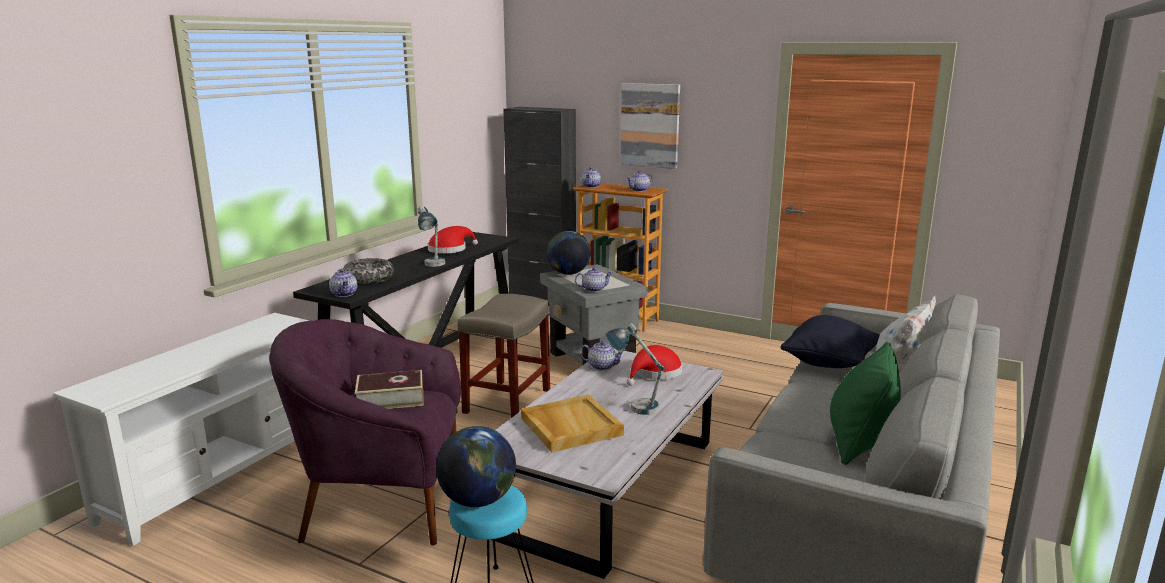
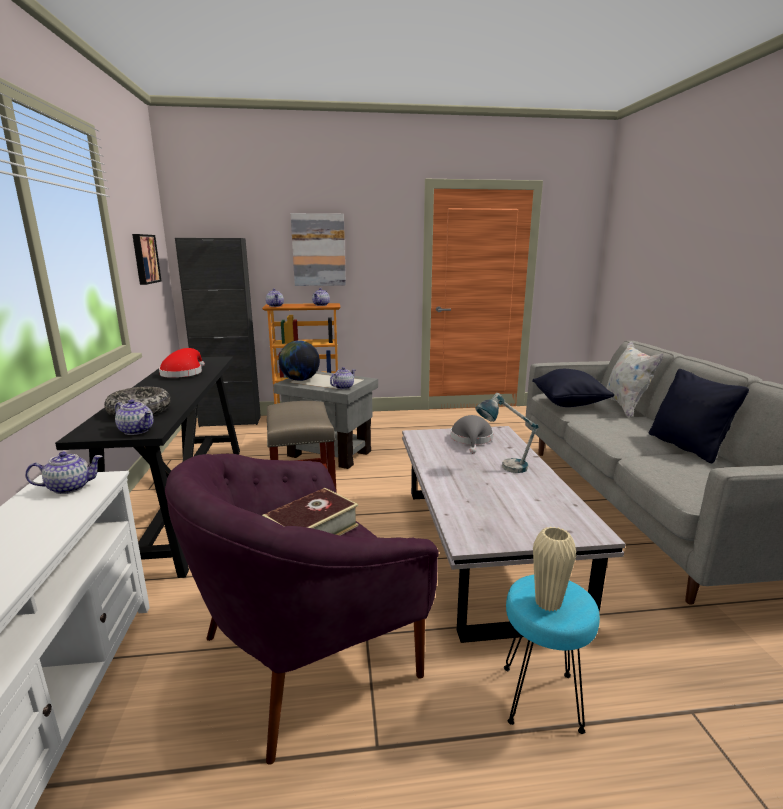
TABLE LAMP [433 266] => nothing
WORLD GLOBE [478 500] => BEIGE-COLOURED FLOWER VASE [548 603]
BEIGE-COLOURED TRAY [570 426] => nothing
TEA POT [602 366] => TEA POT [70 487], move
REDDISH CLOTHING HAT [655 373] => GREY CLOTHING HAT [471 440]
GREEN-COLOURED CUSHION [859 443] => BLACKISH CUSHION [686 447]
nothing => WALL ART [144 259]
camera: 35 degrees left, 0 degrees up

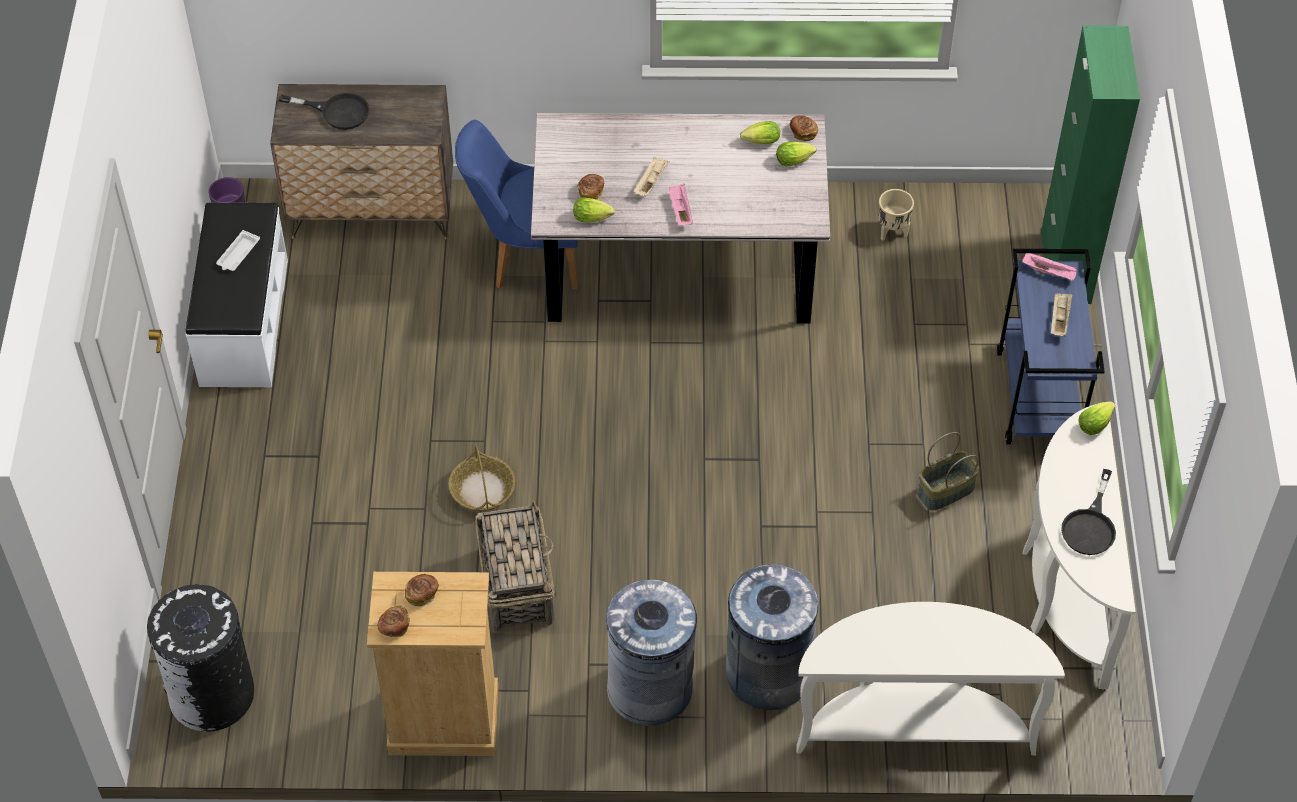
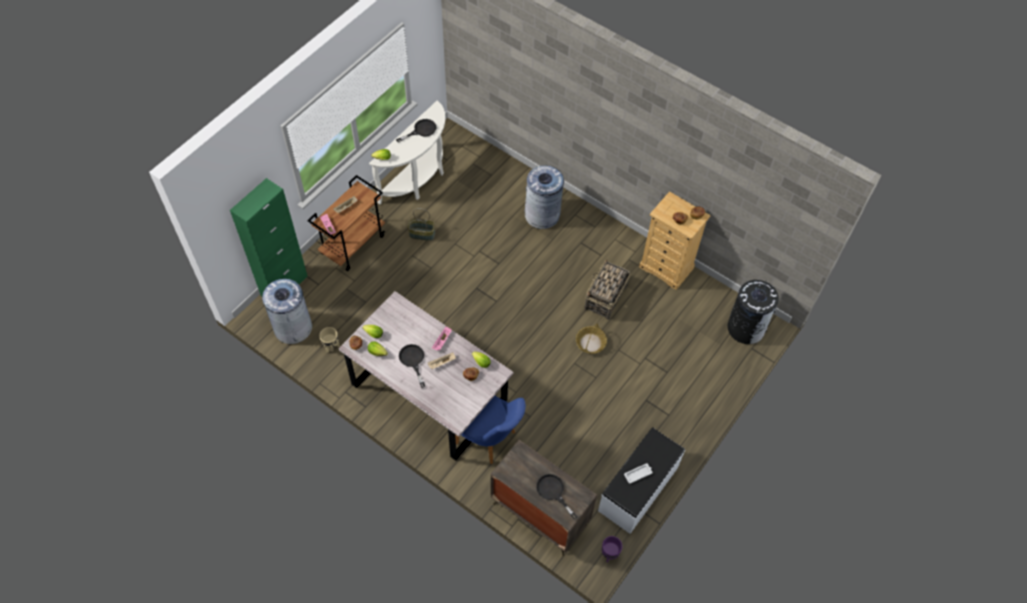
GREY WASTE BIN [650 689] => GREY WASTE BIN [293 327], move
WHITE-COLOURED NARROW TABLE [914 725] => nothing
BLUISH CART [1039 398] => BROWN CART [353 244]
nothing => BLACKISH FRYING PAN [413 361]
camera: 145 degrees left, 5 degrees up

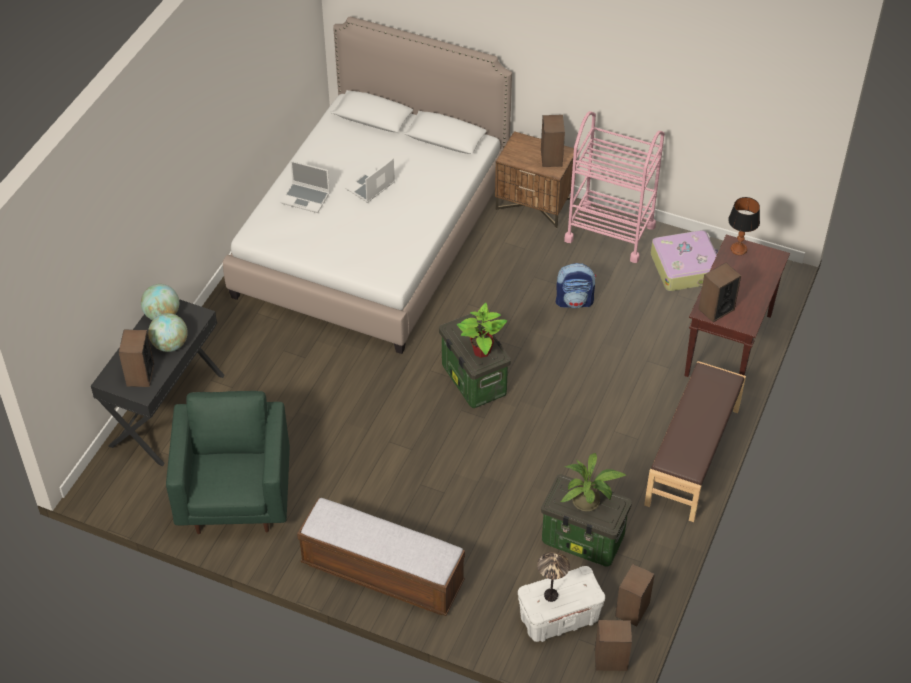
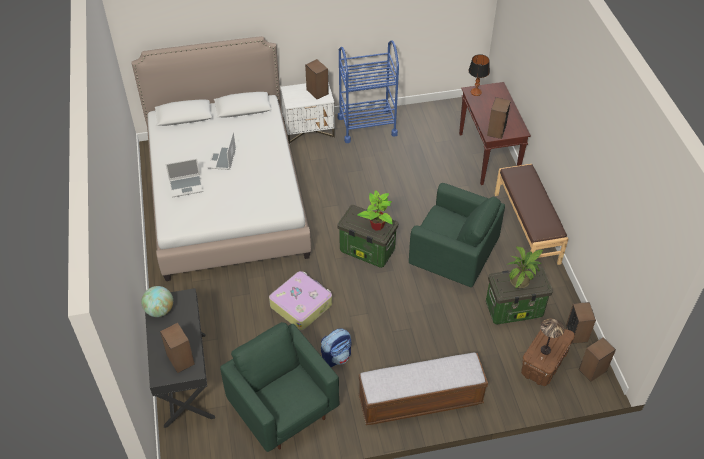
WORLD GLOBE [170 345] => nothing
BROWN BEDSIDE TABLE [534 204] => WHITE-COLOURED BEDSIDE TABLE [309 130]
WHITE-COLOURED STORAGE CONTAINER [558 618] => BROWN STORAGE CONTAINER [543 364]
RUCKSACK [574 301] => RUCKSACK [336 357], move
PINKISH CART [610 233] => BLUISH CART [367 126]
SUITCASE [685 267] => SUITCASE [301 305], move
nothing => GREEN-COLOURED LOUNGE CHAIR [452 259]
camera: 35 degrees left, 0 degrees up

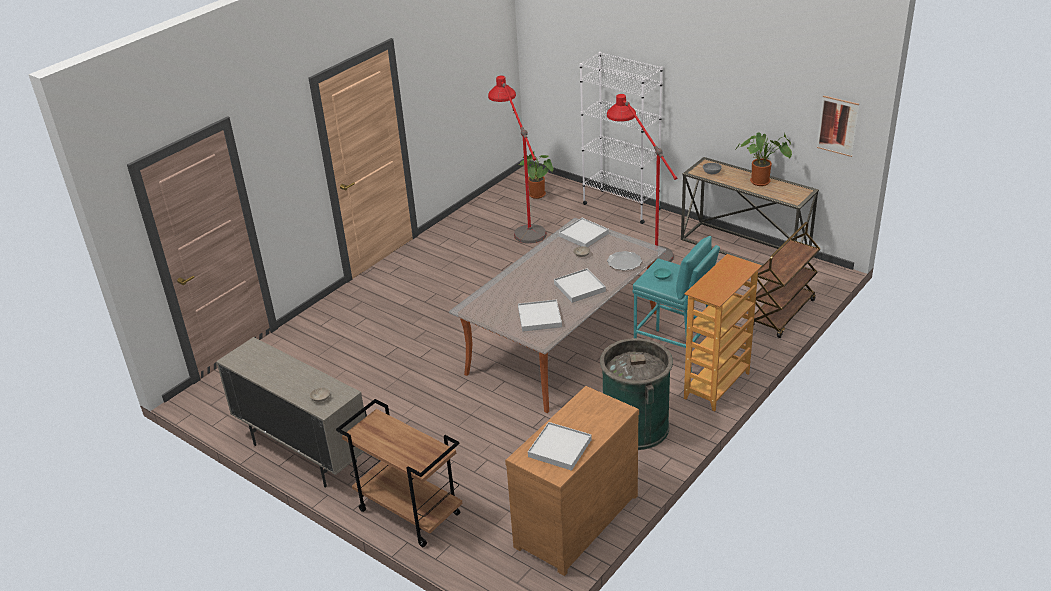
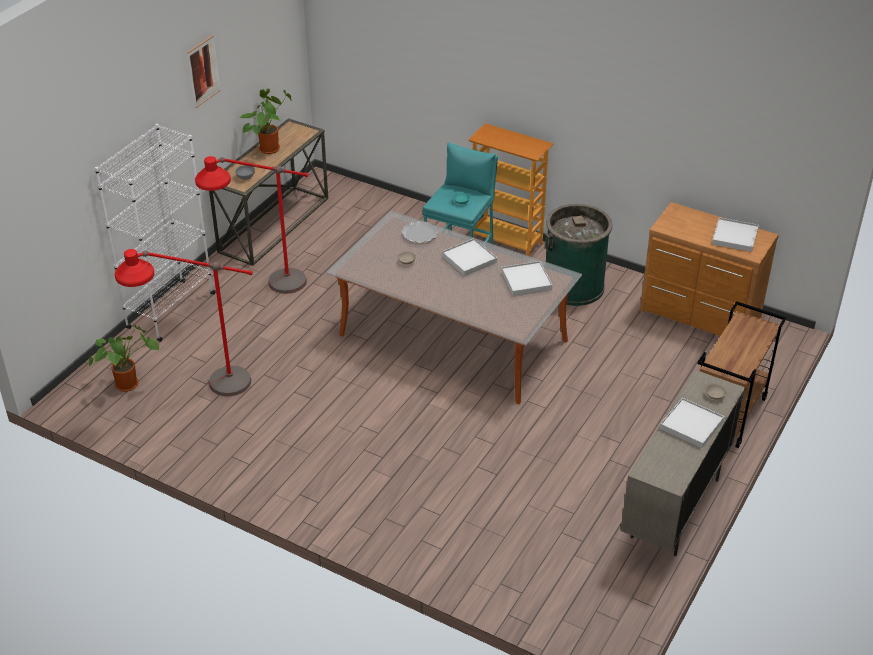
WHITE-COLOURED TRAY [583 235] => WHITE-COLOURED TRAY [691 425], move
BROWN CART [782 314] => nothing
WALL ART [837 126] => WALL ART [203 71], move
camera: 100 degrees left, 5 degrees up

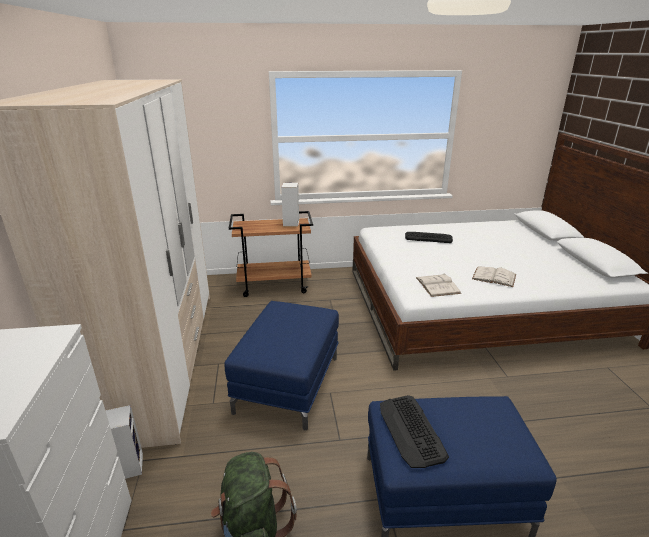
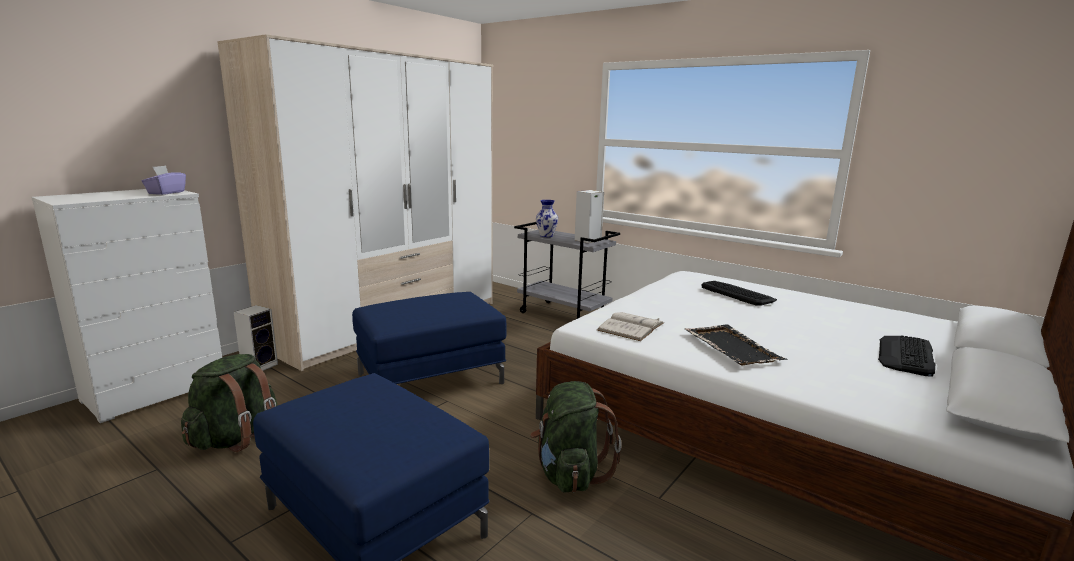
BROWN CART [275 285] => GREY CART [564 315]
KEYBOARD [411 430] => KEYBOARD [906 355], move
WHITE-COLOURED BOUND BOOK [494 277] => BLACKISH TRAY [731 347]
nothing => PURPLISH TISSUE HOLDER [166 193]
nothing => GREEN-COLOURED RUCKSACK [569 474]
nothing => FLOWER VASE [546 236]
camera: 45 degrees right, 10 degrees down

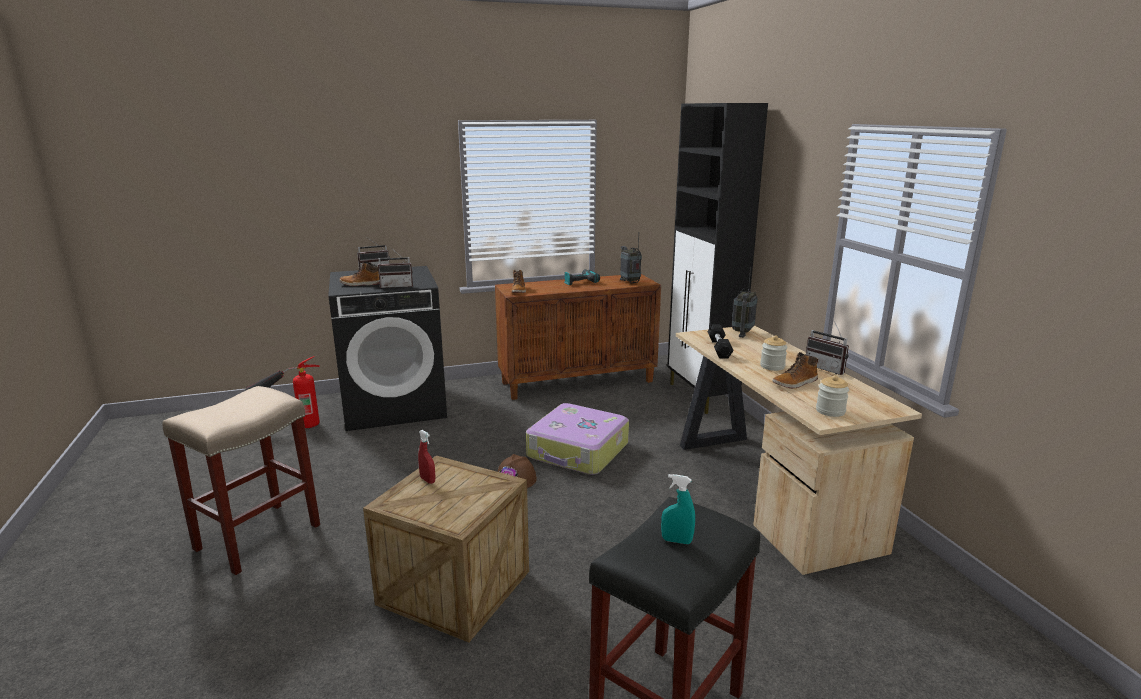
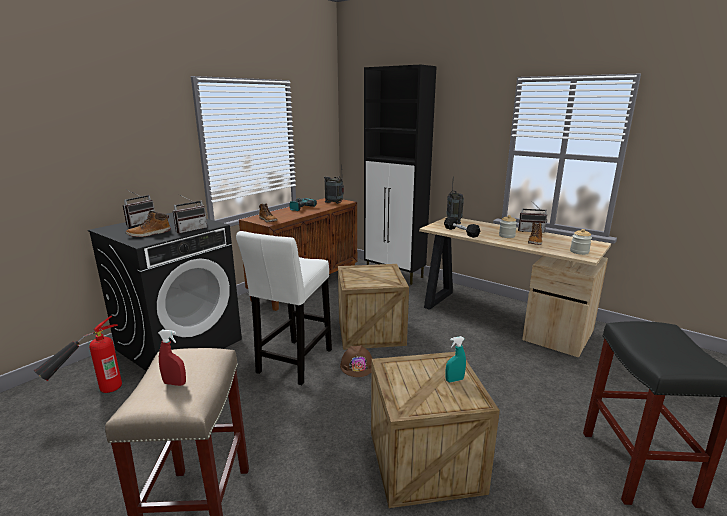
REDDISH SPRAY BOTTLE [427 480] => REDDISH SPRAY BOTTLE [175 383], move
SUITCASE [578 451] => CRATE [371 331]
TURQUOISE-COLOURED SPRAY BOTTLE [676 541] => TURQUOISE-COLOURED SPRAY BOTTLE [454 380], move
nothing => WHITE-COLOURED STOOL SEAT [293 363]
camera: 35 degrees left, 0 degrees up

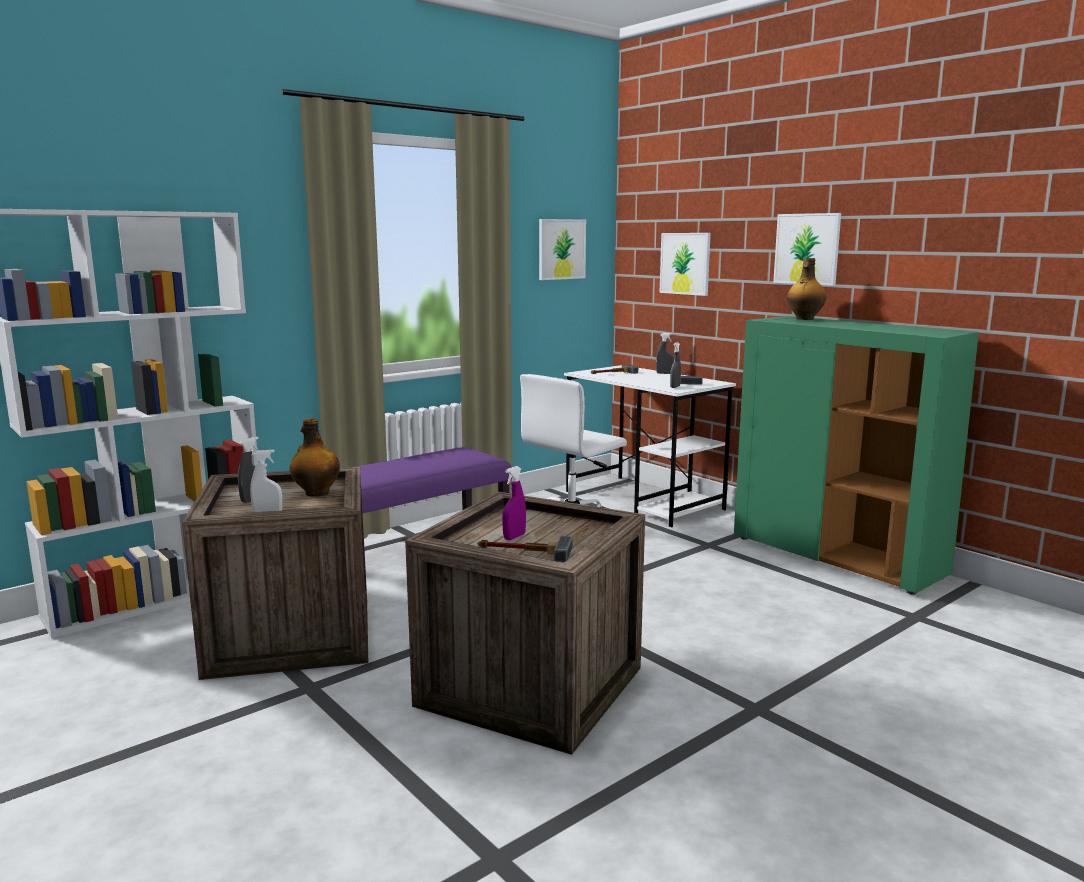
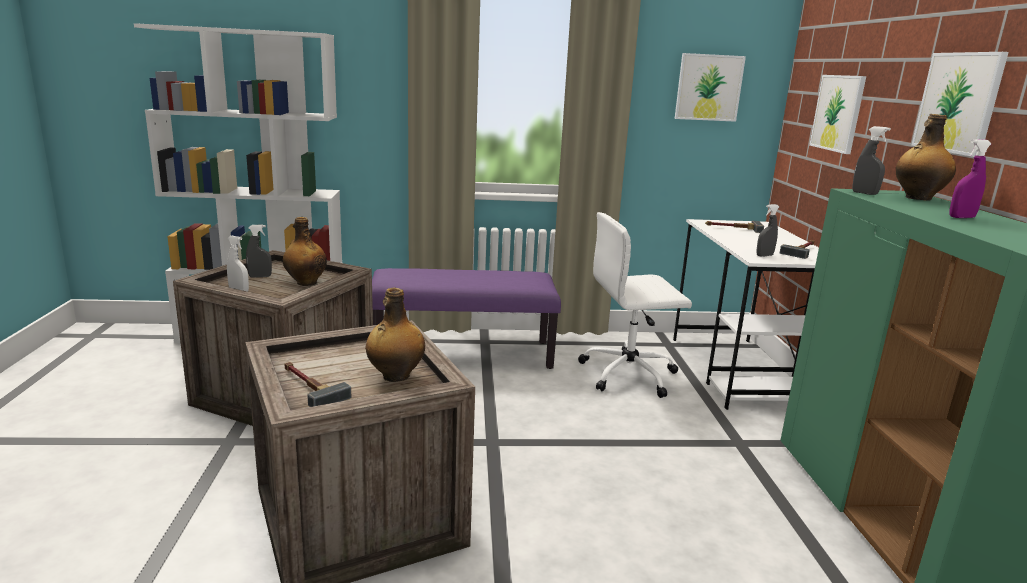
PURPLISH SPRAY BOTTLE [514 537] => PURPLISH SPRAY BOTTLE [961 217], move
GREY SPRAY BOTTLE [664 373] => GREY SPRAY BOTTLE [864 193], move
nothing => BEVERAGE BOTTLE [395 376]
camera: 35 degrees right, 5 degrees up

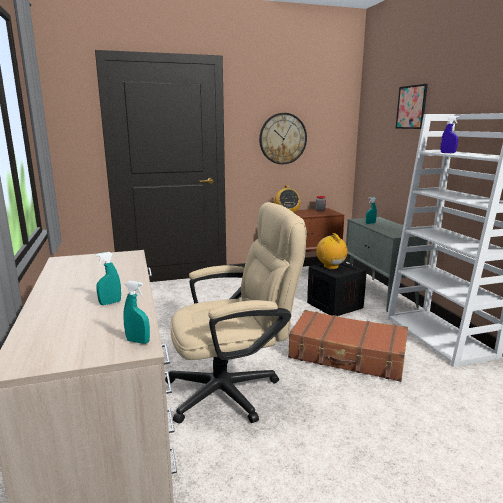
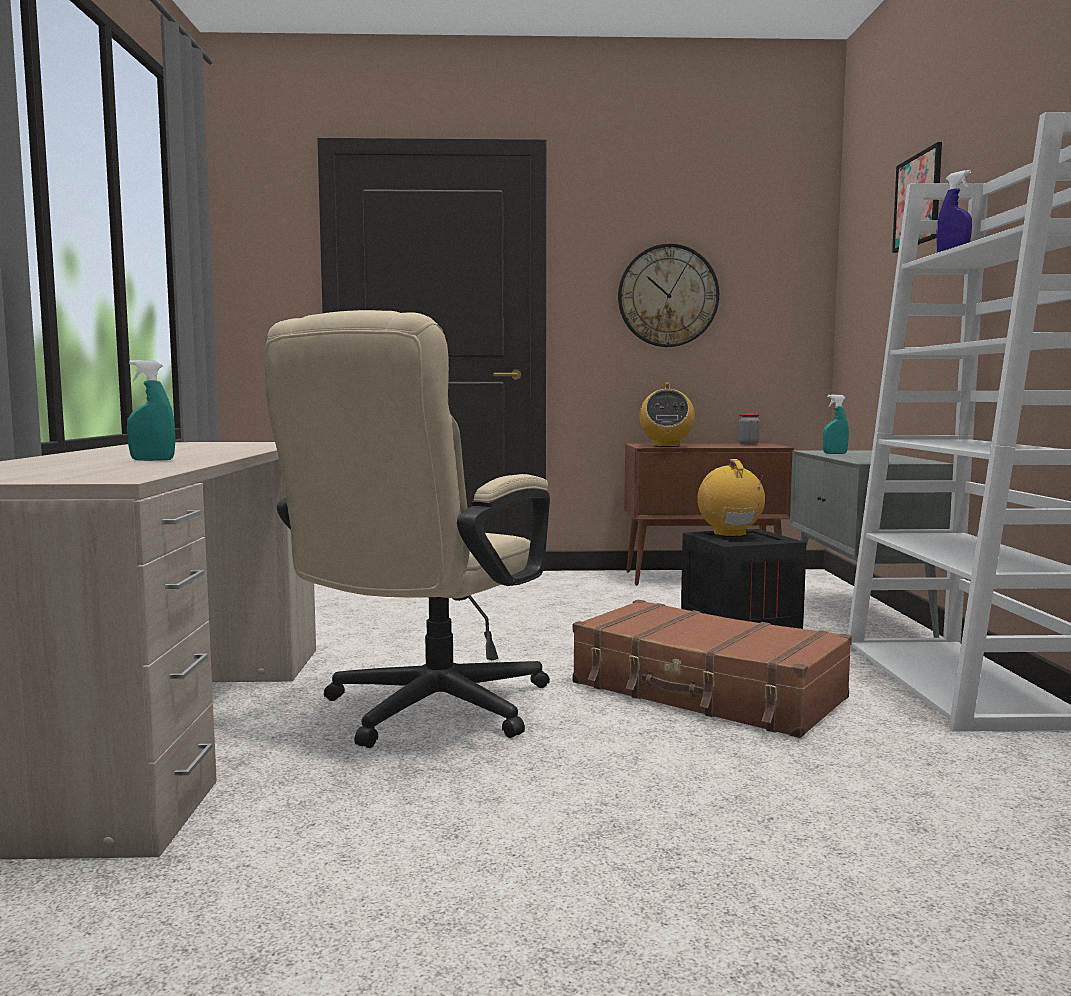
TURQUOISE-COLOURED SPRAY BOTTLE [138 341] => nothing
BEIGE-COLOURED OFFICE CHAIR [233 389] => BEIGE-COLOURED OFFICE CHAIR [423 713], 120 degrees clockwise
camera: 15 degrees right, 10 degrees down

